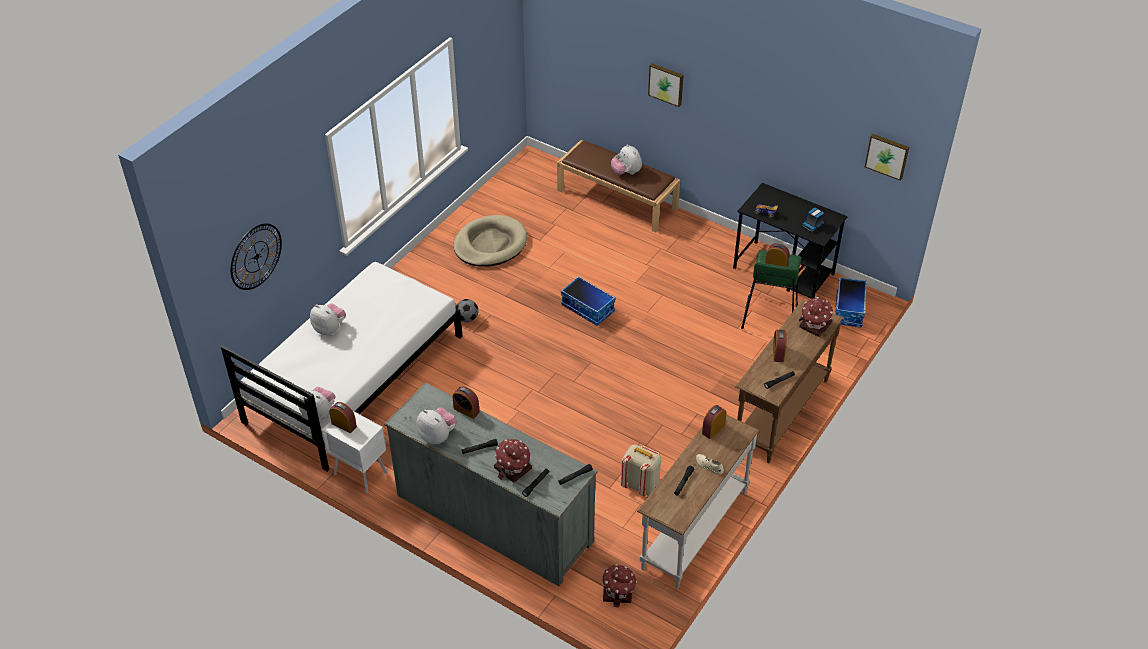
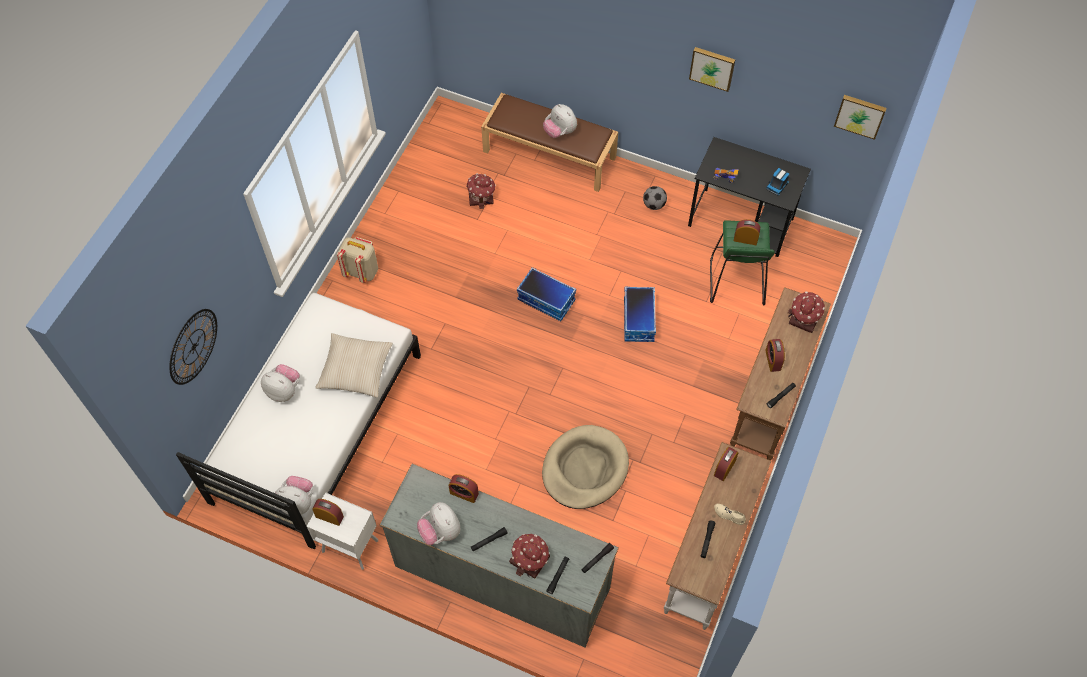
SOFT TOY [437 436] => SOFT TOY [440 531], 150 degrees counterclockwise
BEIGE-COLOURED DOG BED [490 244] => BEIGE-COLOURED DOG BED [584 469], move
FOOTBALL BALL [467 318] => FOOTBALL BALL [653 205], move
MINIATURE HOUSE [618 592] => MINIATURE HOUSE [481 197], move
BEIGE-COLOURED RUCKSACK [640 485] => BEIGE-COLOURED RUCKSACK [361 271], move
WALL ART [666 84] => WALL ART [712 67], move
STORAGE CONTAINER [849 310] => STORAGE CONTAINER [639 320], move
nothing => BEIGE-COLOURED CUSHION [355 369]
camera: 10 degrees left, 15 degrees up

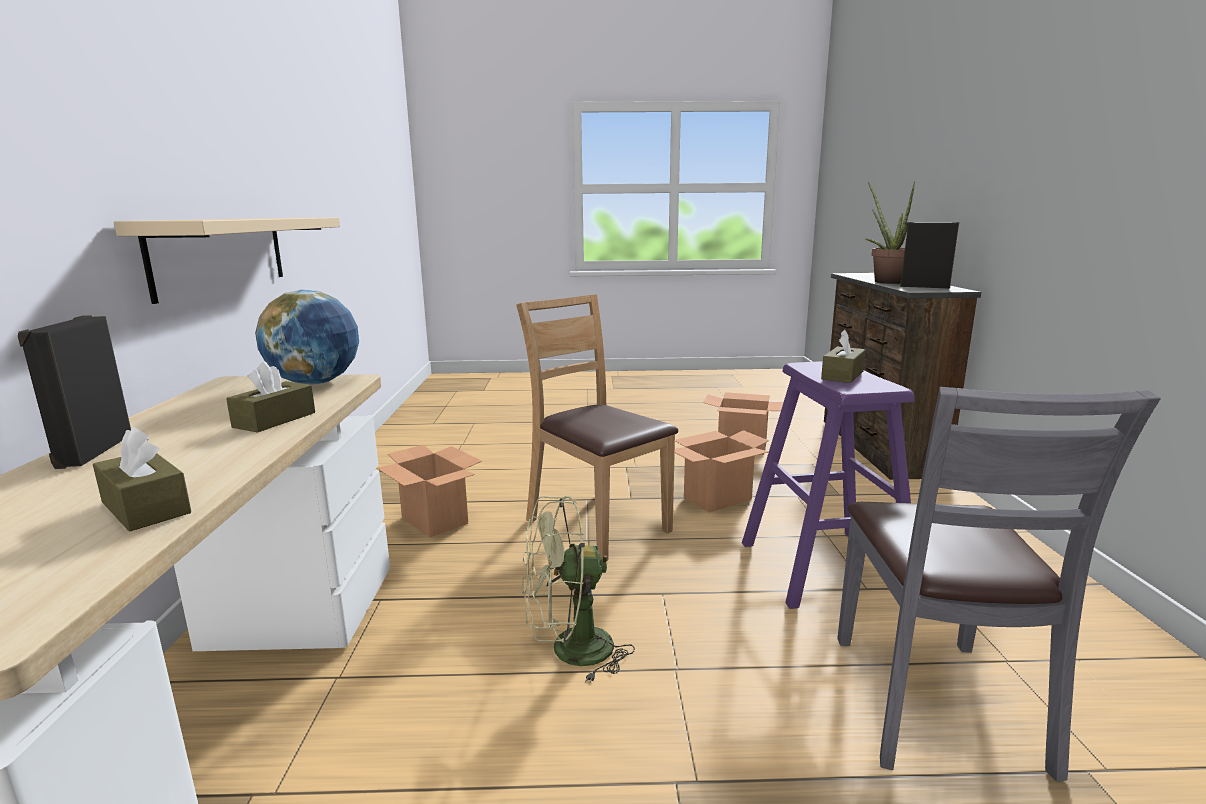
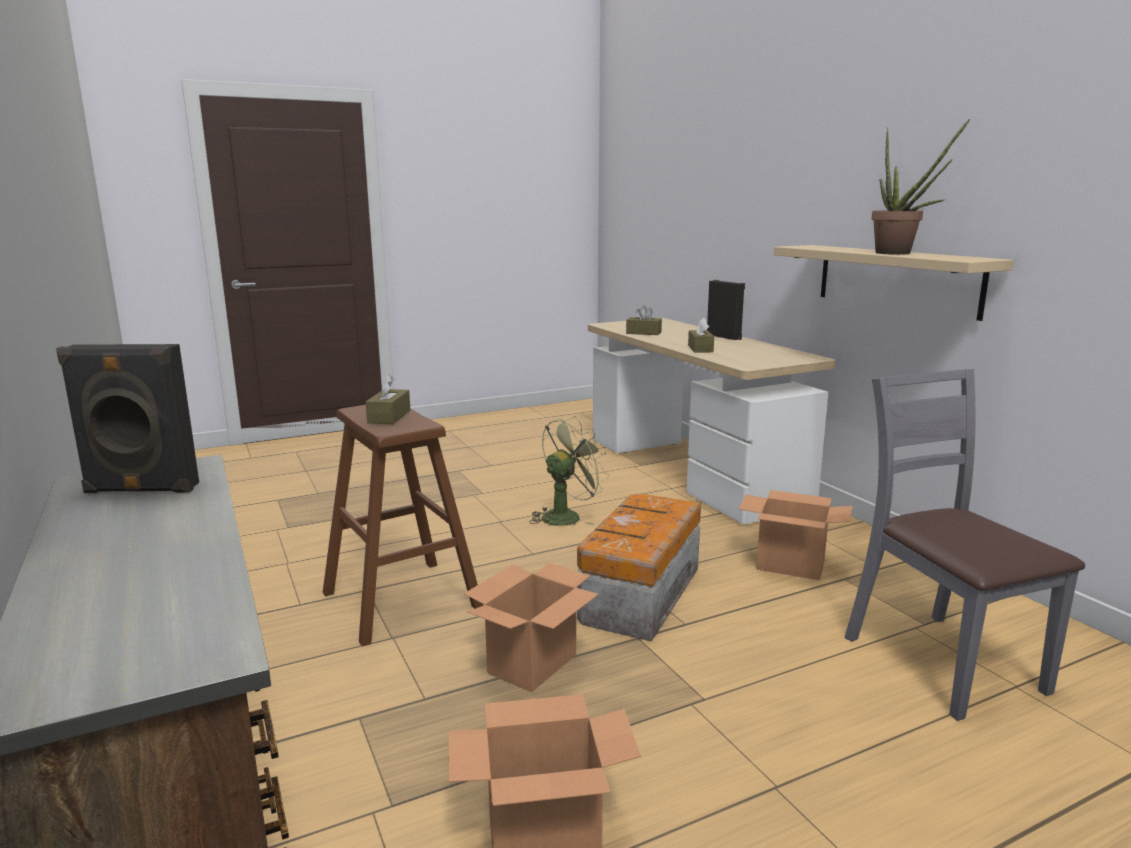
WORLD GLOBE [315 383] => nothing
BROWN CHAIR [597 524] => STORAGE CONTAINER [639 596]
PURPLISH STOOL SEAT [823 567] => BROWN STOOL SEAT [402 600]
GREY CHAIR [933 703] => GREY CHAIR [942 662], move
PLANT IN A POT [884 281] => PLANT IN A POT [900 253], move
camera: 155 degrees right, 0 degrees up

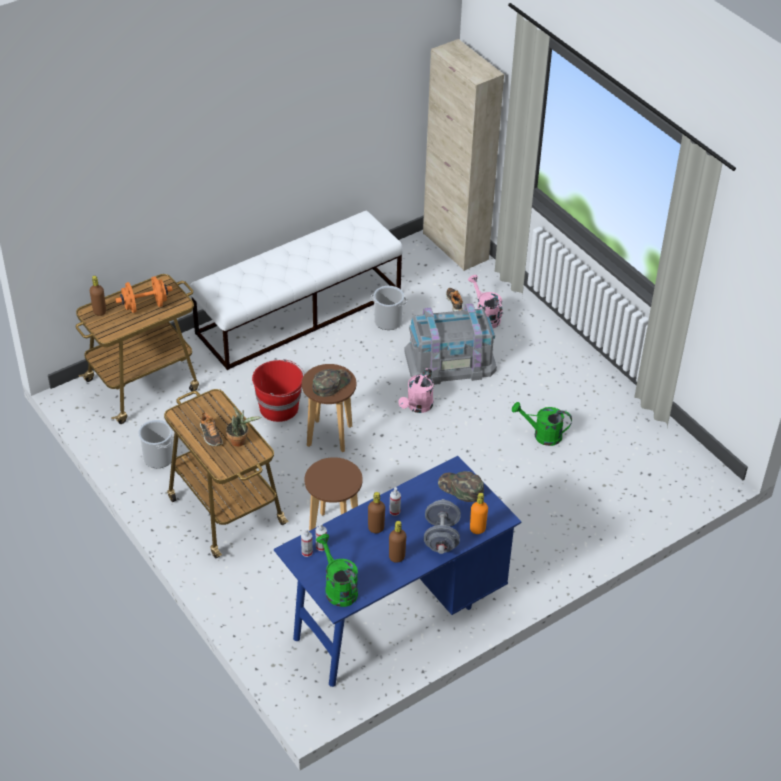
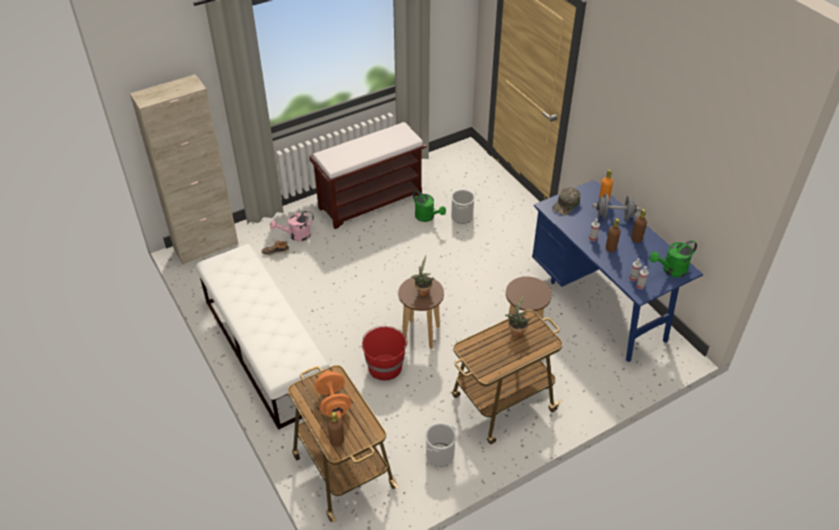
SHOE [210 435] => nothing
GREEN-COLOURED BASEBALL CAP [331 383] => PLANT IN A POT [422 290]
WATER BUCKET [388 321] => WATER BUCKET [462 217], move
PINKISH WATERING CAN [417 407] => nothing
GREY STORAGE CONTAINER [450 360] => nothing
GREEN-COLOURED WATERING CAN [542 435] => GREEN-COLOURED WATERING CAN [427 217], 60 degrees counterclockwise
nothing => BROWN LONG SEAT [371 201]
camera: 85 degrees left, 0 degrees up

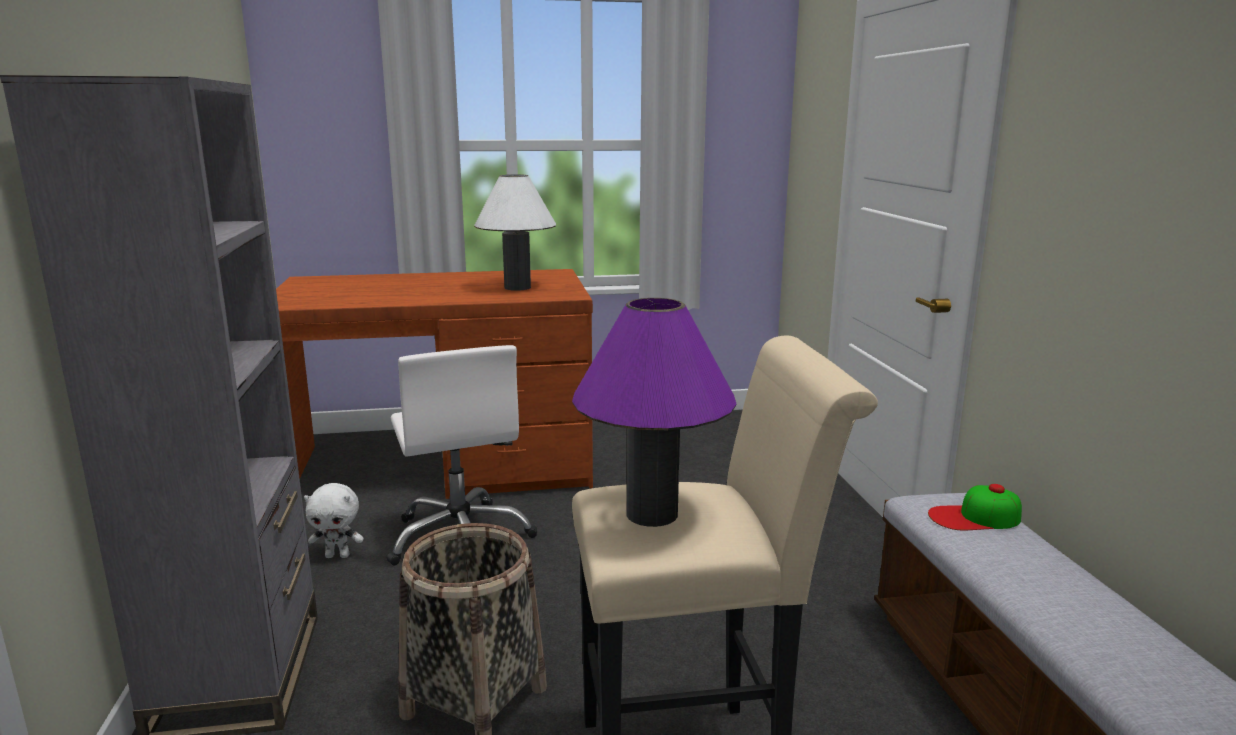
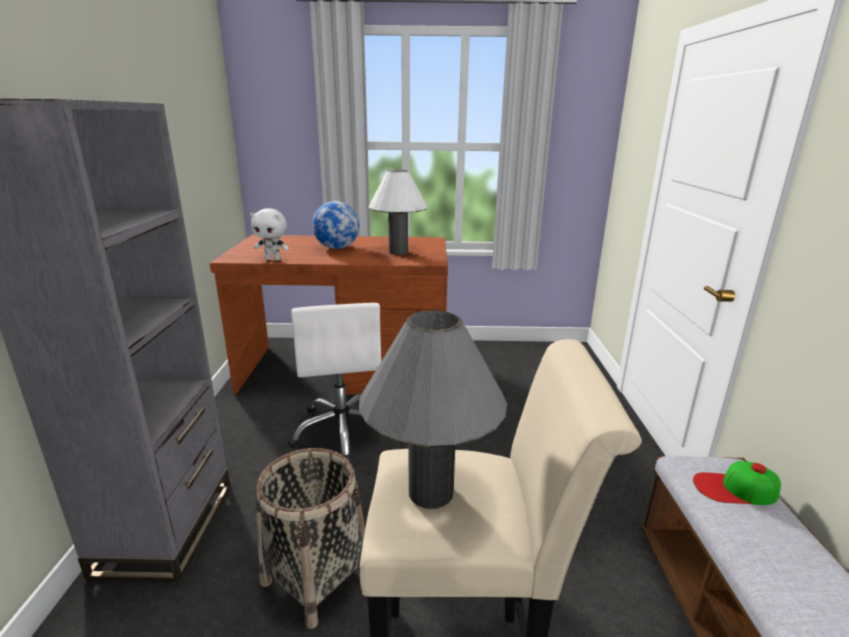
WHITE-COLOURED SOFT TOY [338 555] => WHITE-COLOURED SOFT TOY [273 259], move
PURPLISH TABLE LAMP [652 514] => GREY TABLE LAMP [430 492]
nothing => WORLD GLOBE [337 248]
camera: 10 degrees right, 5 degrees up

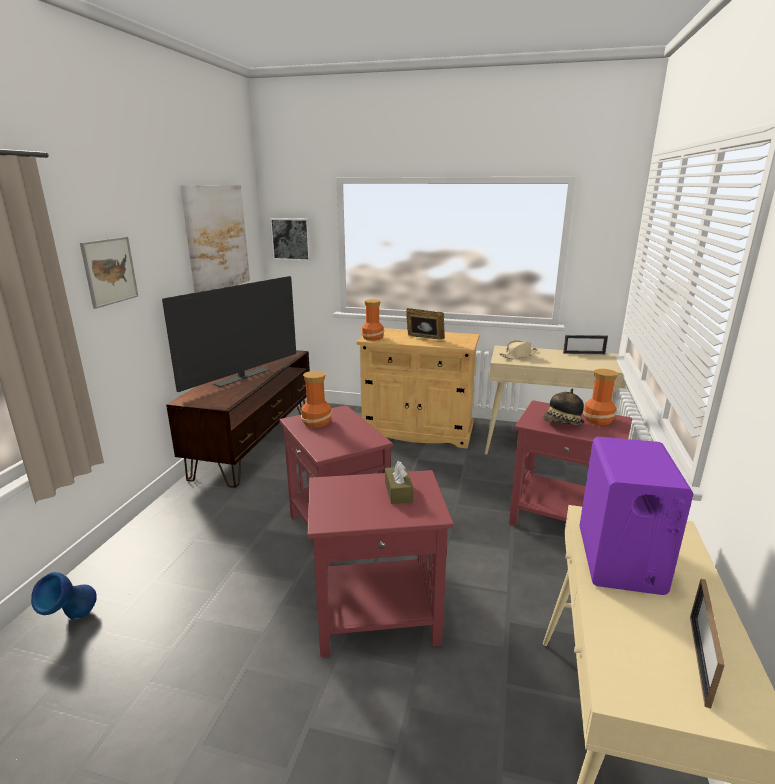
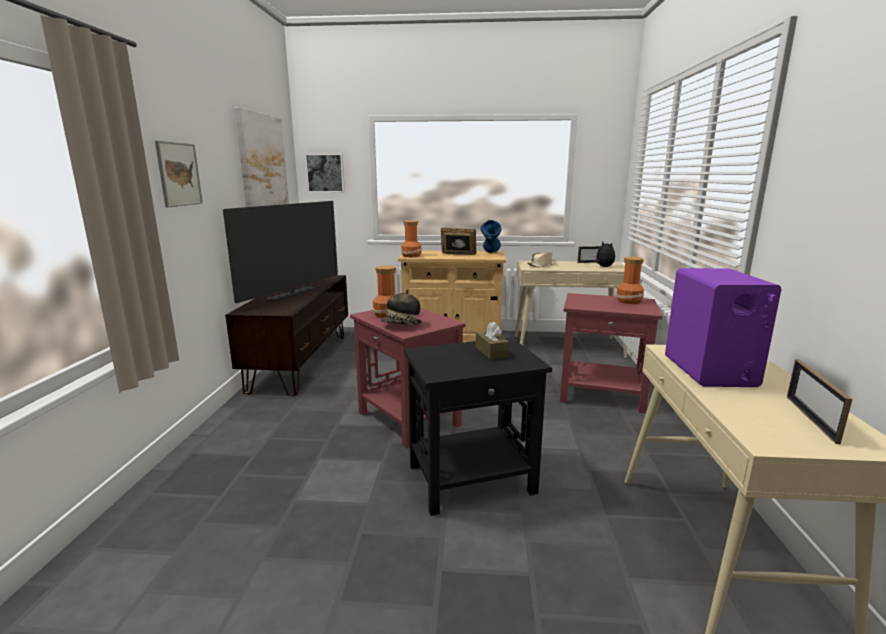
BLUISH FLOWER VASE [71 621] => BLUISH FLOWER VASE [491 253], move
REDDISH ACCENT TABLE [377 617] => BLACKISH ACCENT TABLE [471 479]
CLOTHING HAT [562 423] => CLOTHING HAT [401 325], move
nothing => SOFT TOY [603 267]
camera: 10 degrees left, 5 degrees down

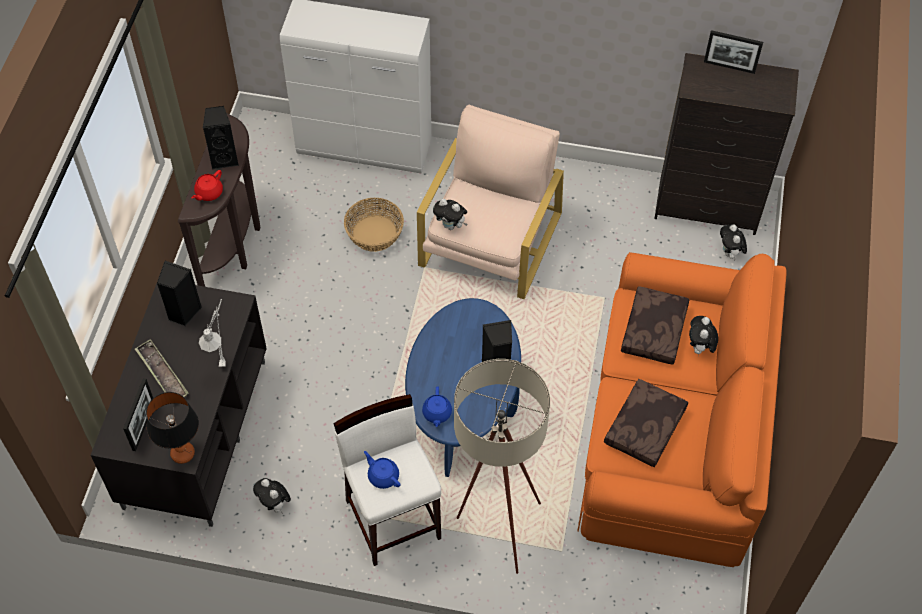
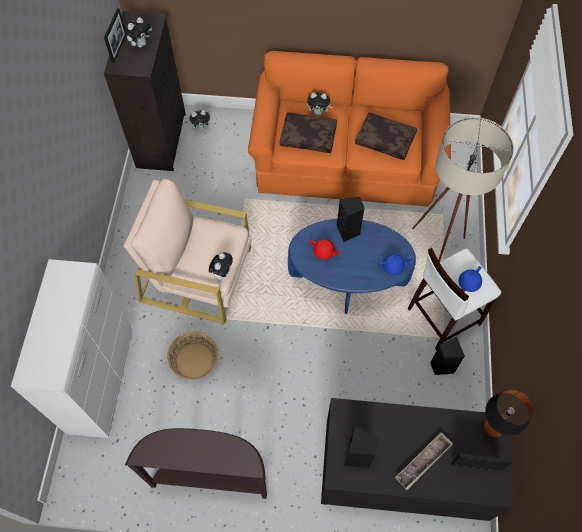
REDDISH TEA POT [208 193] => REDDISH TEA POT [324 252], move
GREY TABLE LAMP [223 358] => nothing
BLACKISH AUDIO SPEAKER [224 158] => BLACKISH AUDIO SPEAKER [441 366], move
SOFT TOY [275 505] => SOFT TOY [141 44], move
camera: 95 degrees left, 5 degrees up

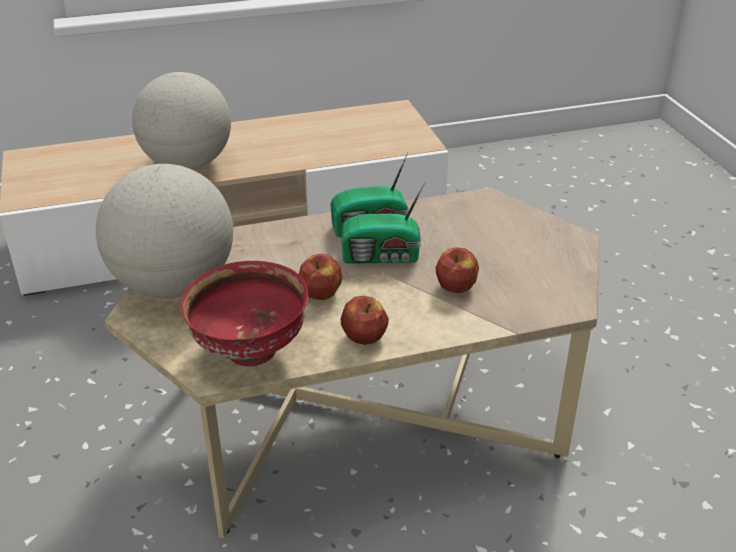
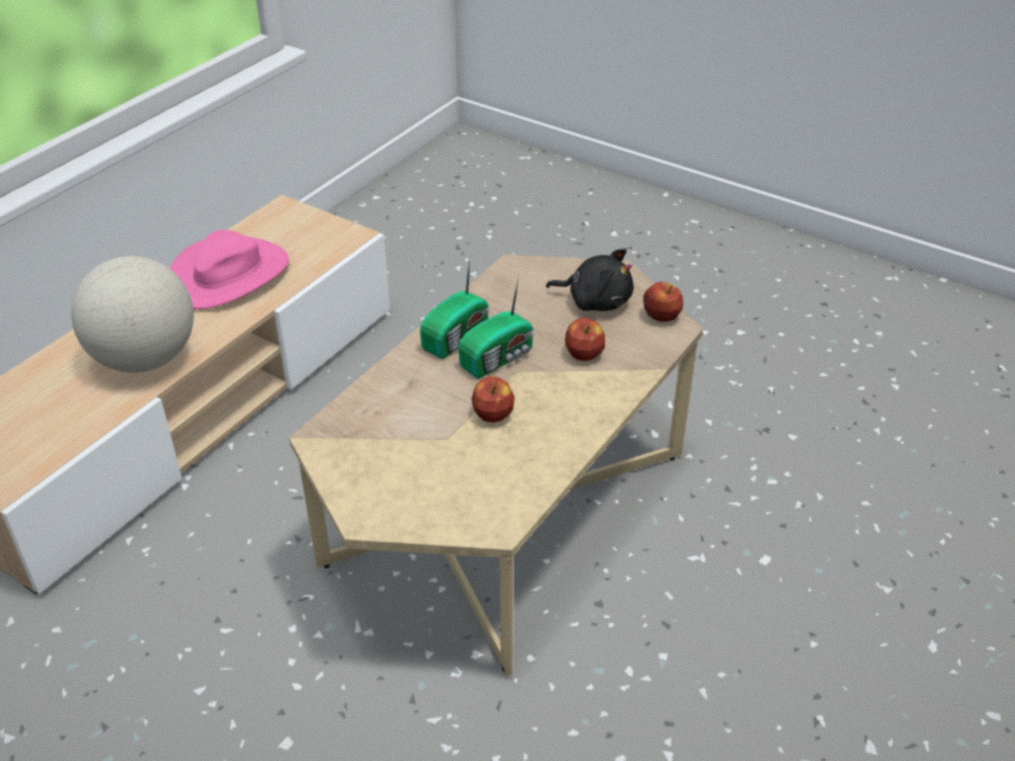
WORLD GLOBE [173 285] => nothing
REDDISH BOWL [251 353] => nothing
APPLE [364 336] => APPLE [661 316], move
nothing => PINKISH CLOTHING HAT [228 275]
nothing => BLACKISH SOFT TOY [595 301]
camera: 40 degrees left, 5 degrees up

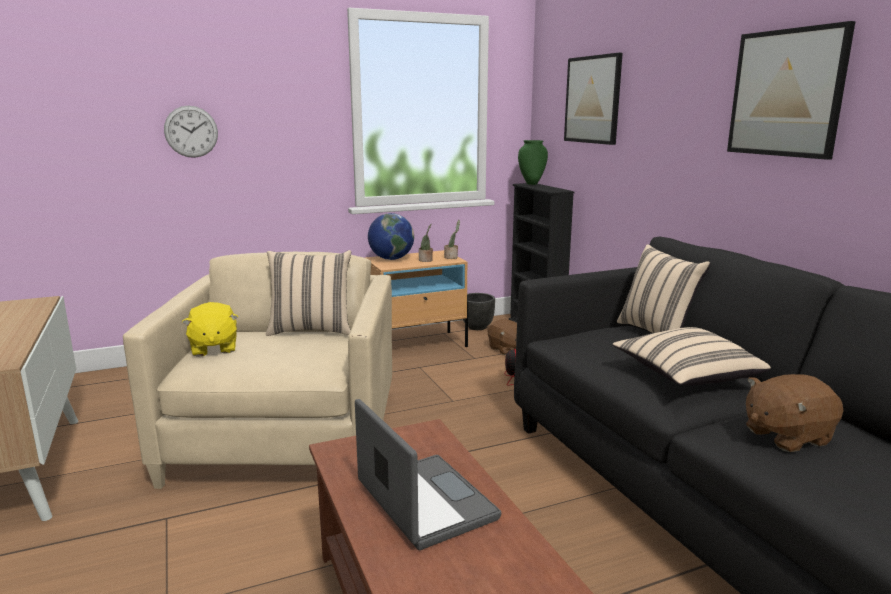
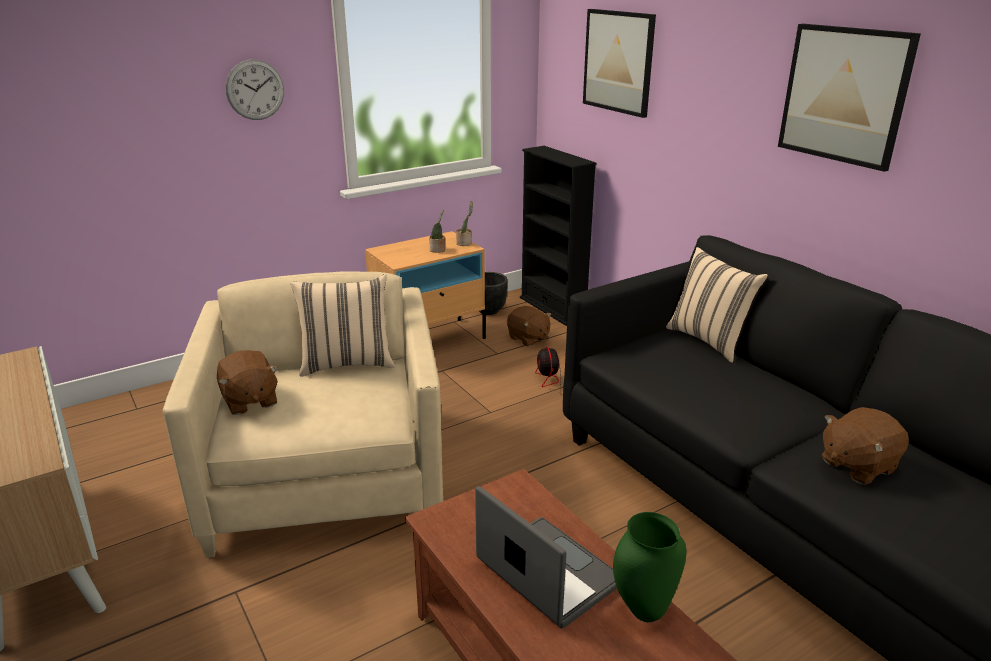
WALL CLOCK [191 131] => WALL CLOCK [255 90], move
YELLOWISH SOFT TOY [213 348] => BROWN SOFT TOY [249 401]
WORLD GLOBE [391 259] => nothing
GREEN-COLOURED FLOWER VASE [531 184] => GREEN-COLOURED FLOWER VASE [642 610], move
BEIGE-COLOURED CUSHION [685 376] => nothing
camera: 10 degrees left, 10 degrees up

